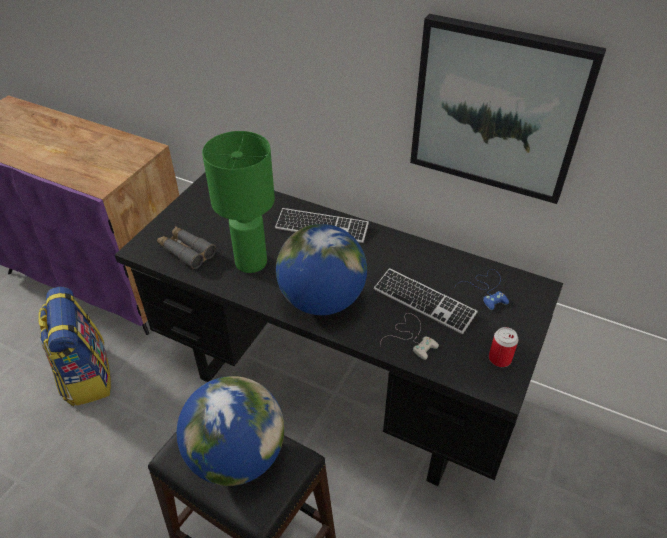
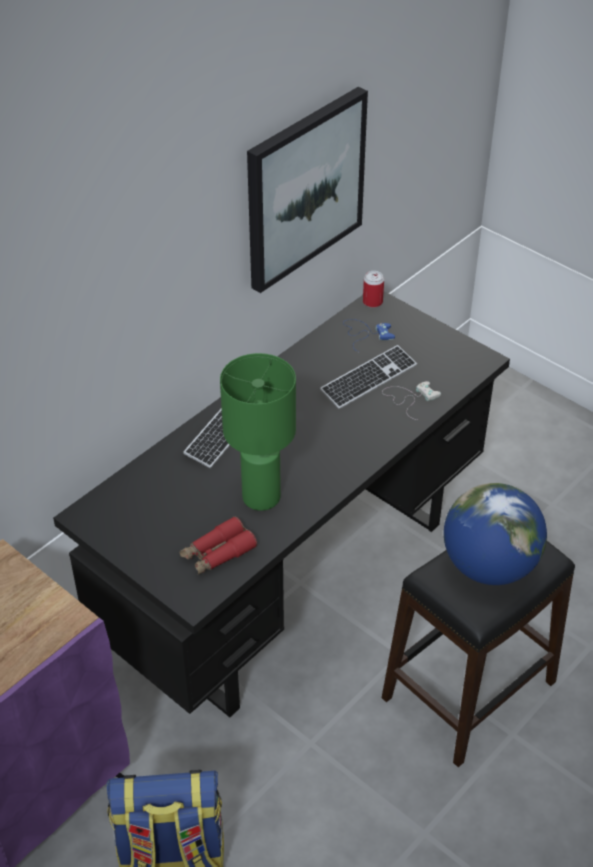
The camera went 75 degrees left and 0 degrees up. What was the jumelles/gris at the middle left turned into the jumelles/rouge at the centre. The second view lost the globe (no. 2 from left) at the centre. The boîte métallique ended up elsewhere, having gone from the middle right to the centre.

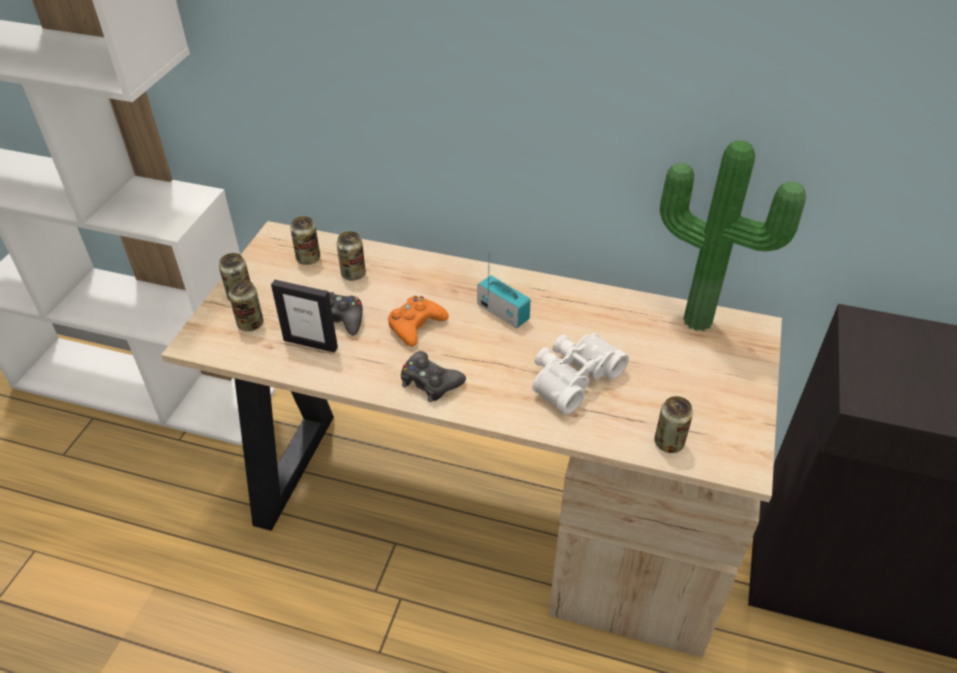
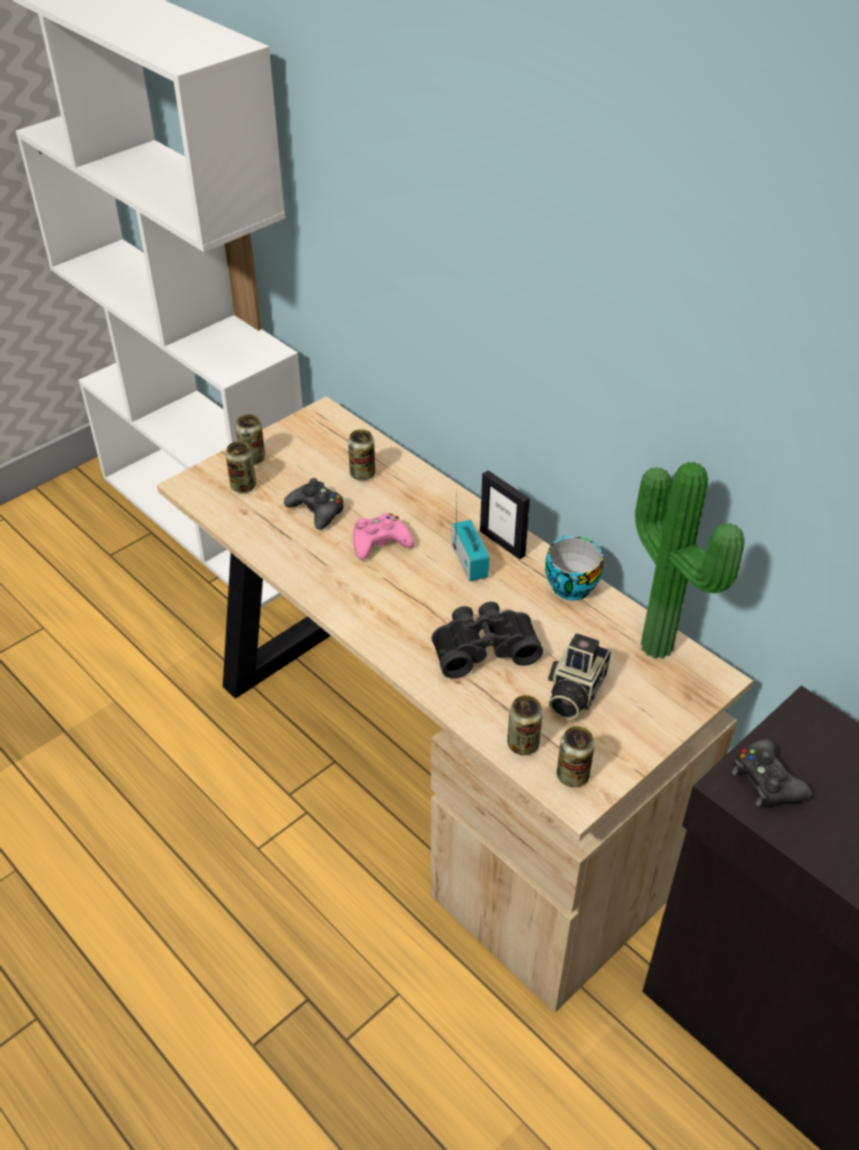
The camera went 30 degrees right and 0 degrees up. The cadre photo ended up elsewhere, having gone from the middle left to the centre. The boîte métallique (no. 3 from left in the first image) ended up elsewhere, having gone from the middle left to the middle right. What was the manette/orange at the centre turned into the manette/rose at the centre. The manette/noir (no. 2 from left) ended up elsewhere, having gone from the centre to the bottom right. What was the jumelles/blanc at the centre turned into the jumelles/noir at the centre. The second view gained the tasse at the middle right. The second view gained the appareil photo at the middle right.

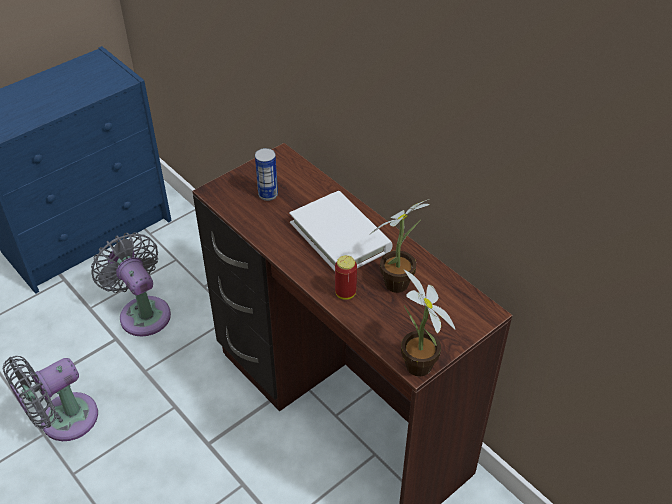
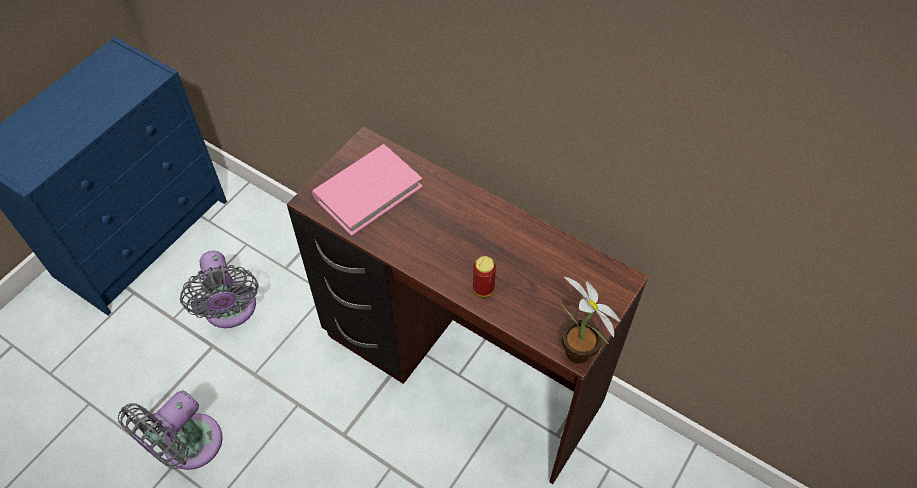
The camera went 15 degrees left and 10 degrees up. The ventilateur/gris (no. 2 from left) at the middle left ended up facing another way, 150 degrees counterclockwise from before. Where the boîte métallique (no. 1 from left) stood at the centre, the livre/rose came to stand at the centre. The second view lost the livre/blanc at the centre. The second view lost the plante en pot (no. 1 from left) at the centre.

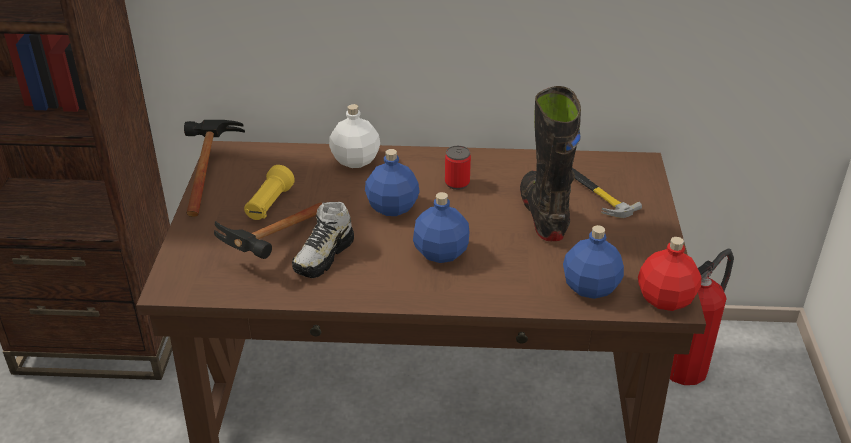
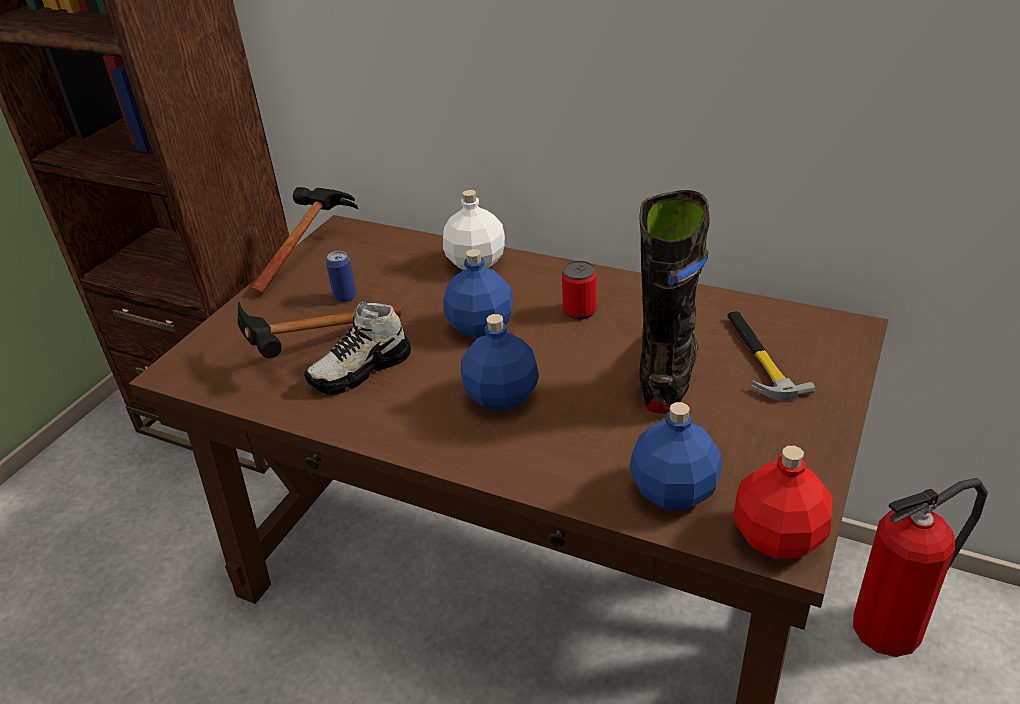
The camera went 25 degrees right and 0 degrees up. Where the lampe de poche/jaune stood at the middle left, the boîte métallique (no. 1 from left) came to stand at the centre.

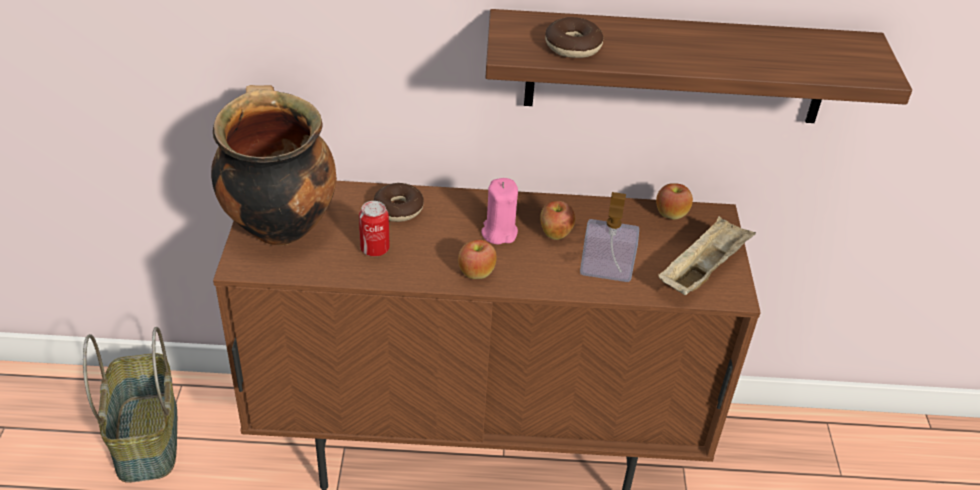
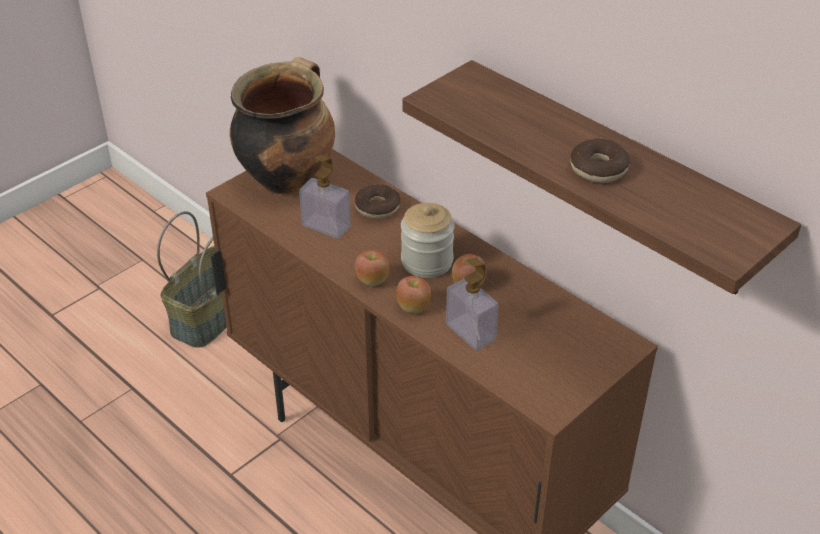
The camera went 45 degrees right and 0 degrees up. Where the boîte métallique stood at the centre, the distributeur de savon (no. 1 from left) came to stand at the centre. Where the bougie/rose stood at the centre, the bocal came to stand at the centre. The beignet (no. 2 from left) ended up elsewhere, having gone from the top centre to the top right. The pomme (no. 3 from left in the first image) ended up elsewhere, having gone from the middle right to the centre. The second view lost the plateau/beige at the middle right.

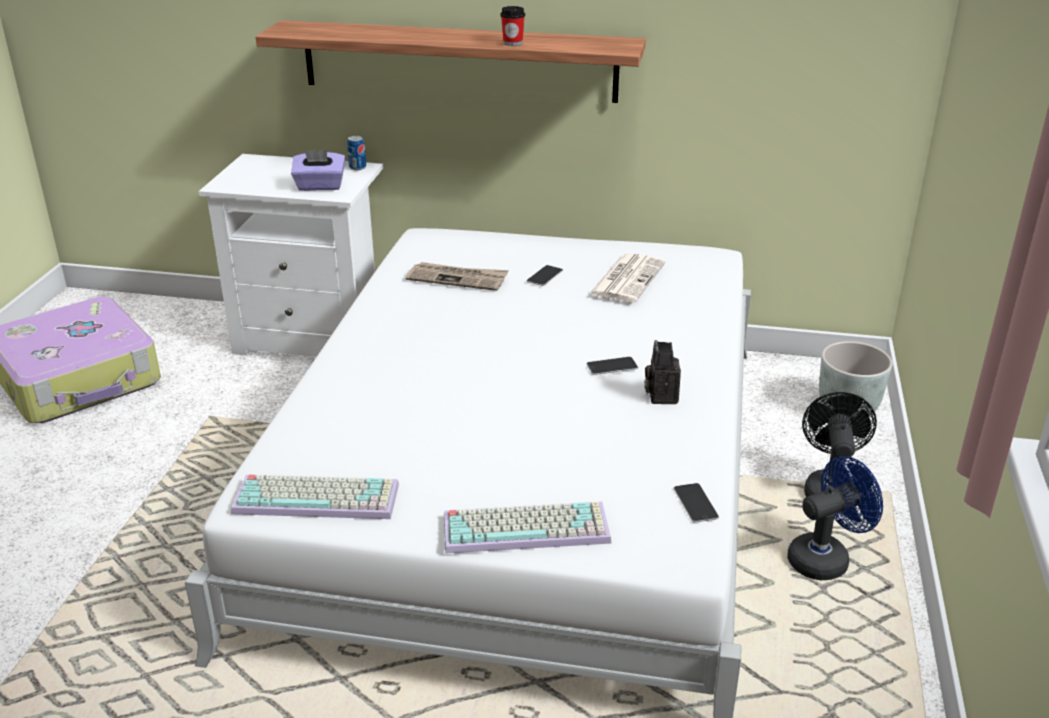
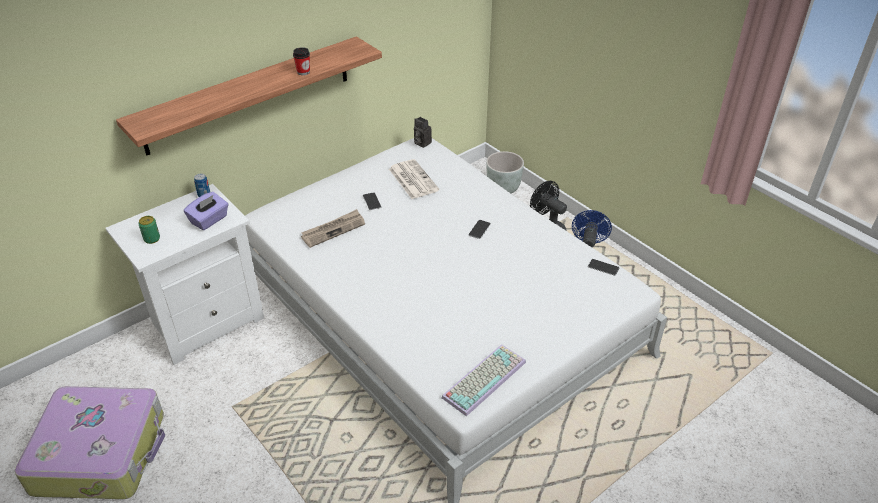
The camera went 50 degrees left and 10 degrees up. The second view lost the clavier (no. 2 from left) at the bottom centre. The appareil photo ended up elsewhere, having gone from the centre to the top centre. The second view gained the boîte métallique (no. 1 from left) at the middle left.

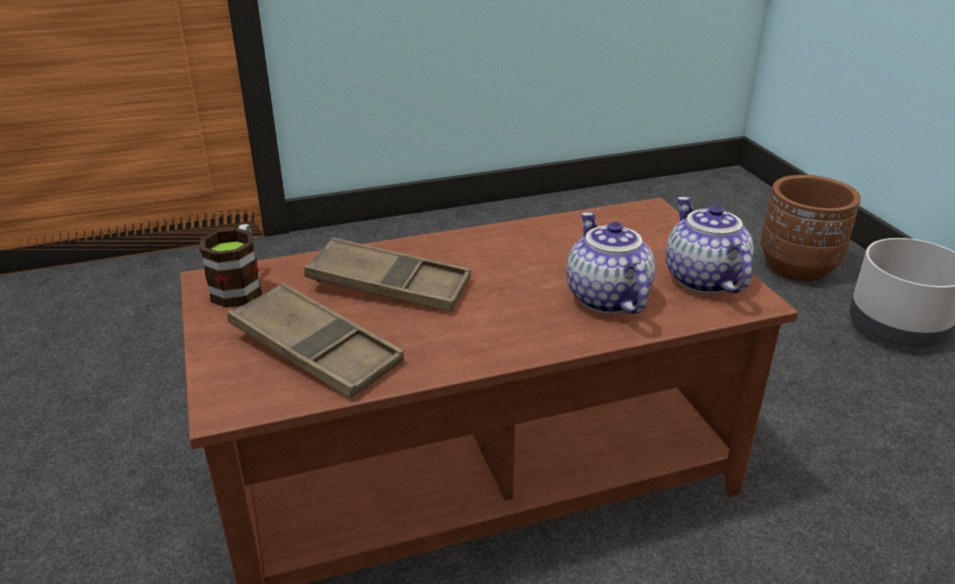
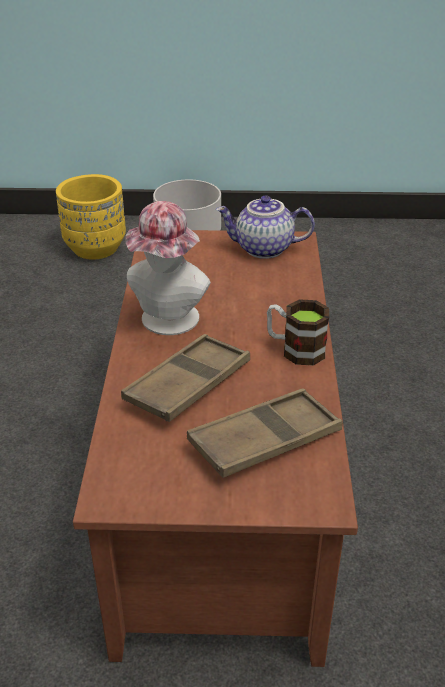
The camera went 70 degrees left and 5 degrees up. The mug ended up elsewhere, having gone from the middle left to the middle right. The second view lost the théière (no. 1 from left) at the centre. What was the cache-pot/marron at the middle right turned into the cache-pot/jaune at the top left. The second view gained the chapeau at the centre.

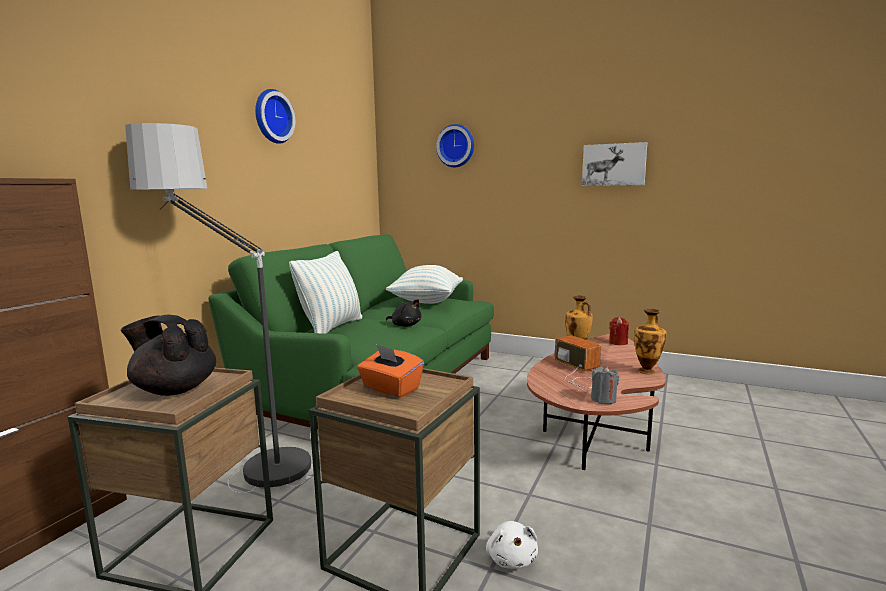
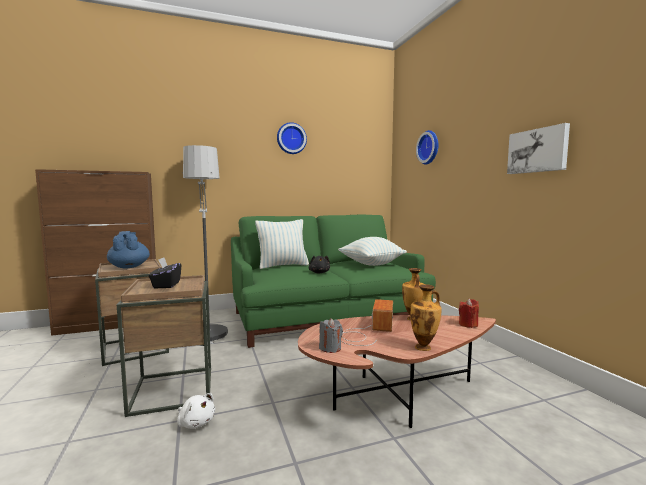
The camera went 45 degrees right and 5 degrees down. What was the théière/noir at the middle left turned into the théière/bleu at the middle left. What was the boîte à mouchoirs/orange at the centre turned into the boîte à mouchoirs/noir at the middle left. The peluche/blanc at the bottom centre ended up facing another way, 90 degrees counterclockwise from before.

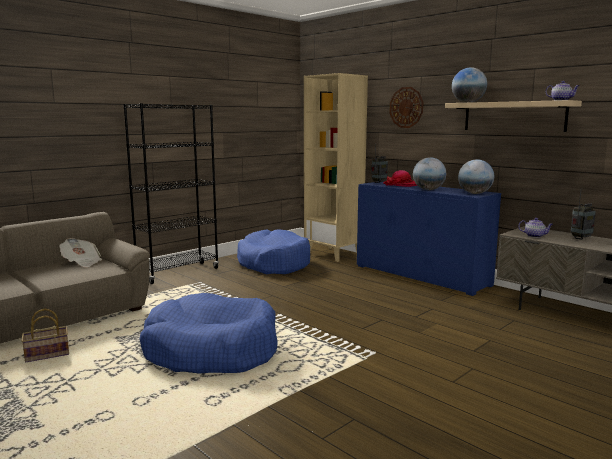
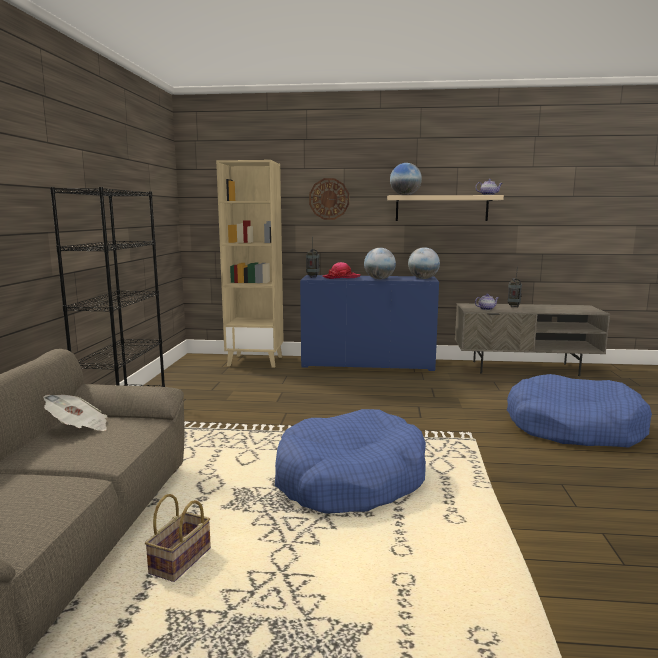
The camera went 40 degrees left and 0 degrees up. The panier pour chien/bleu (no. 2 from left) ended up elsewhere, having gone from the centre to the middle right.

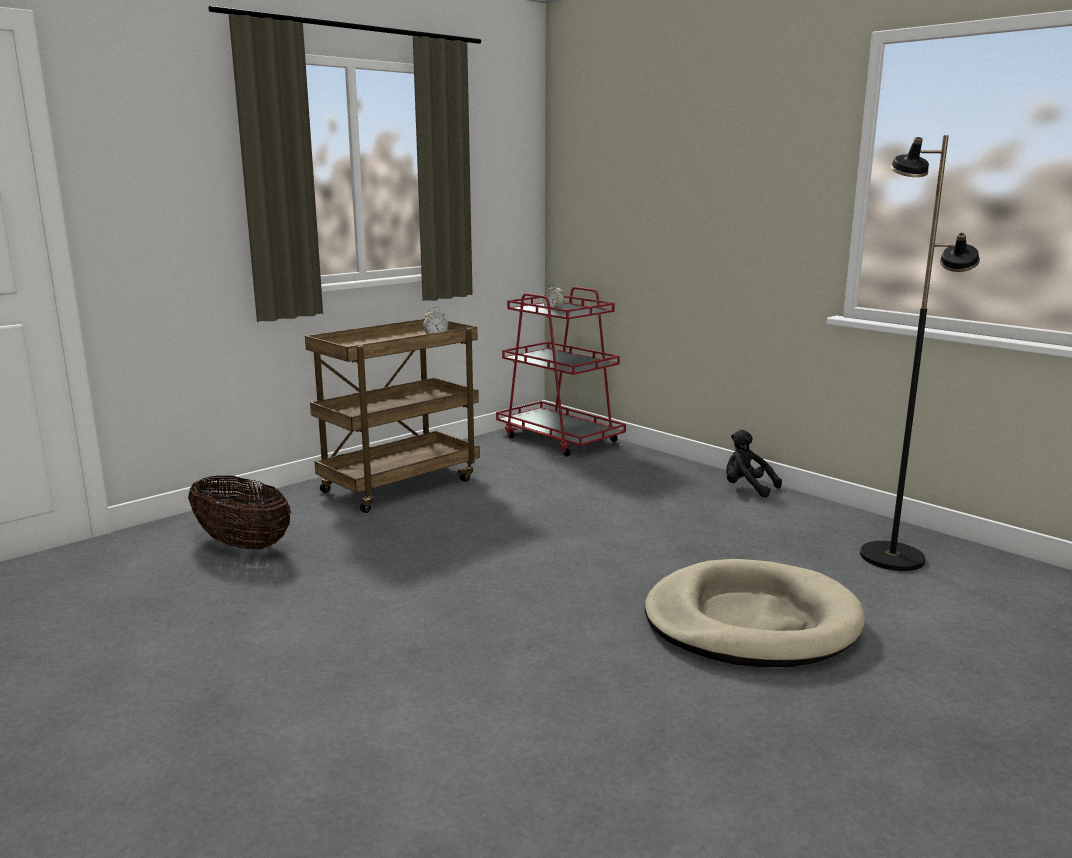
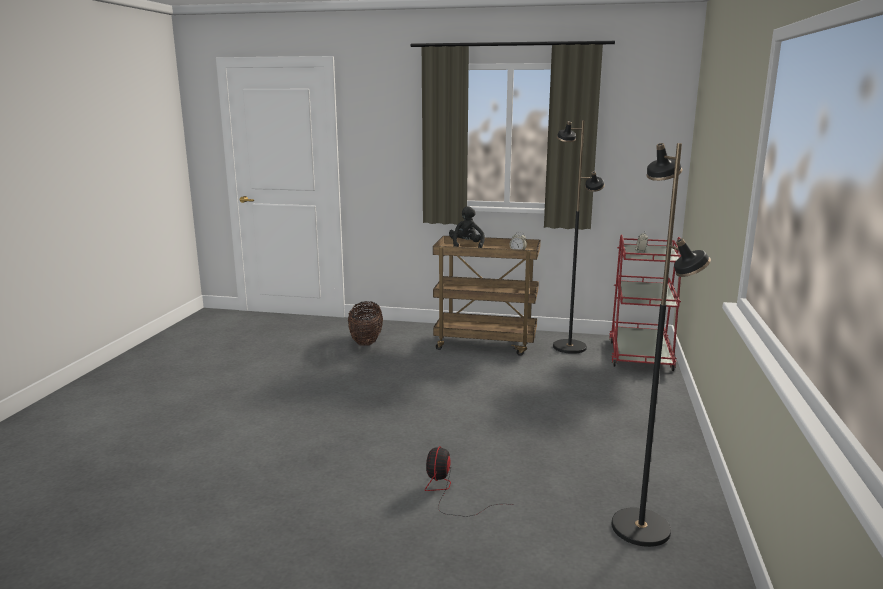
The camera went 55 degrees right and 0 degrees up. Where the panier pour chien/beige stood at the bottom right, the ventilateur came to stand at the bottom centre. The peluche/noir ended up elsewhere, having gone from the middle right to the centre. The second view gained the lampadaire/noir (no. 1 from left) at the centre.

